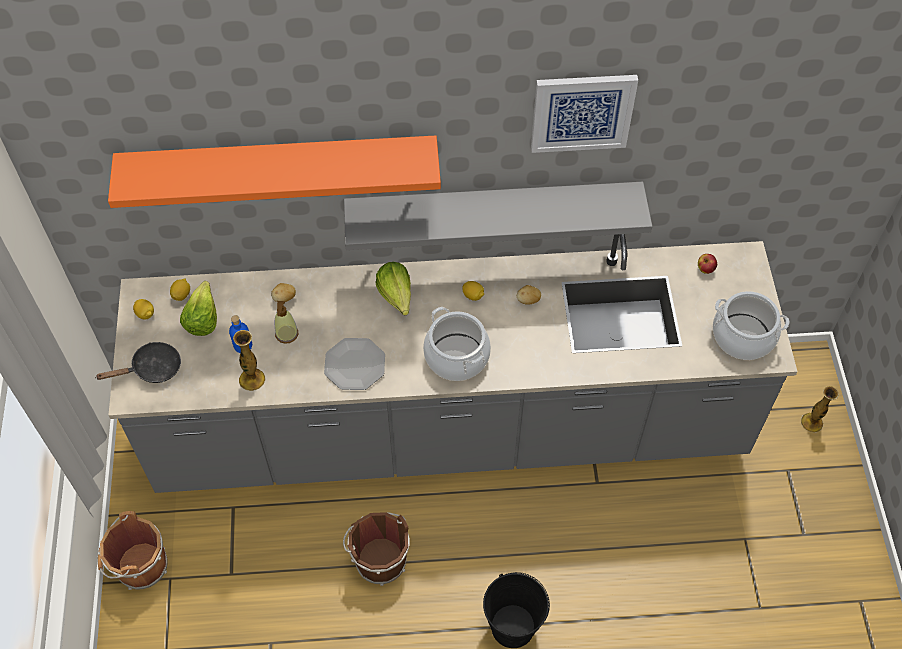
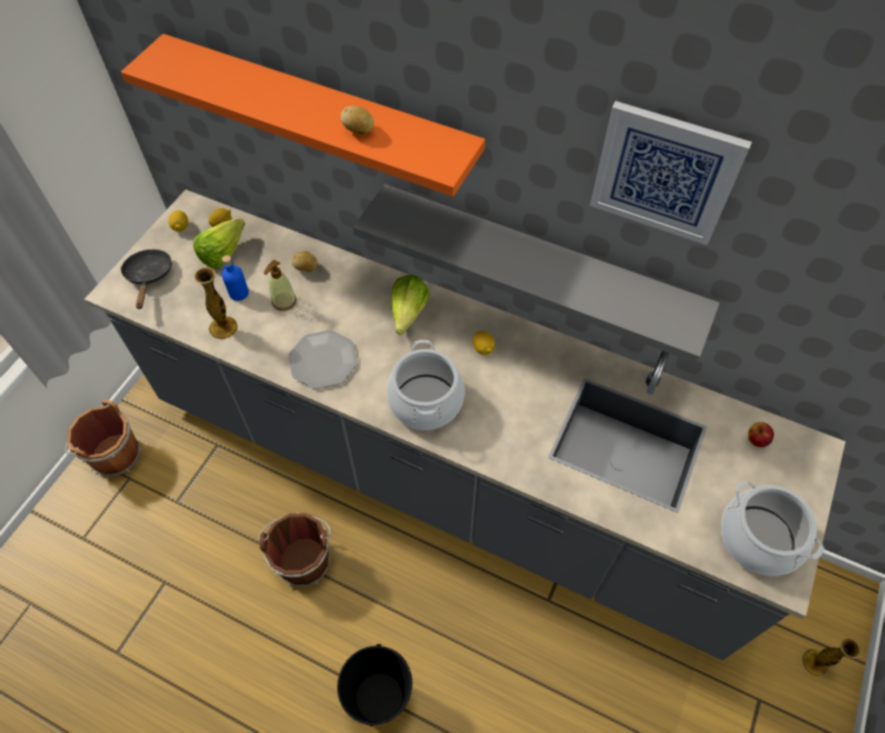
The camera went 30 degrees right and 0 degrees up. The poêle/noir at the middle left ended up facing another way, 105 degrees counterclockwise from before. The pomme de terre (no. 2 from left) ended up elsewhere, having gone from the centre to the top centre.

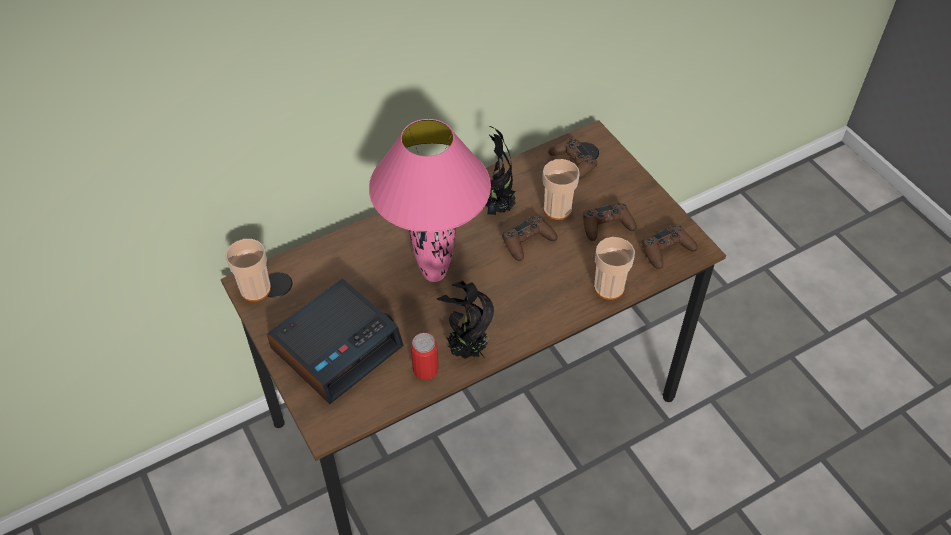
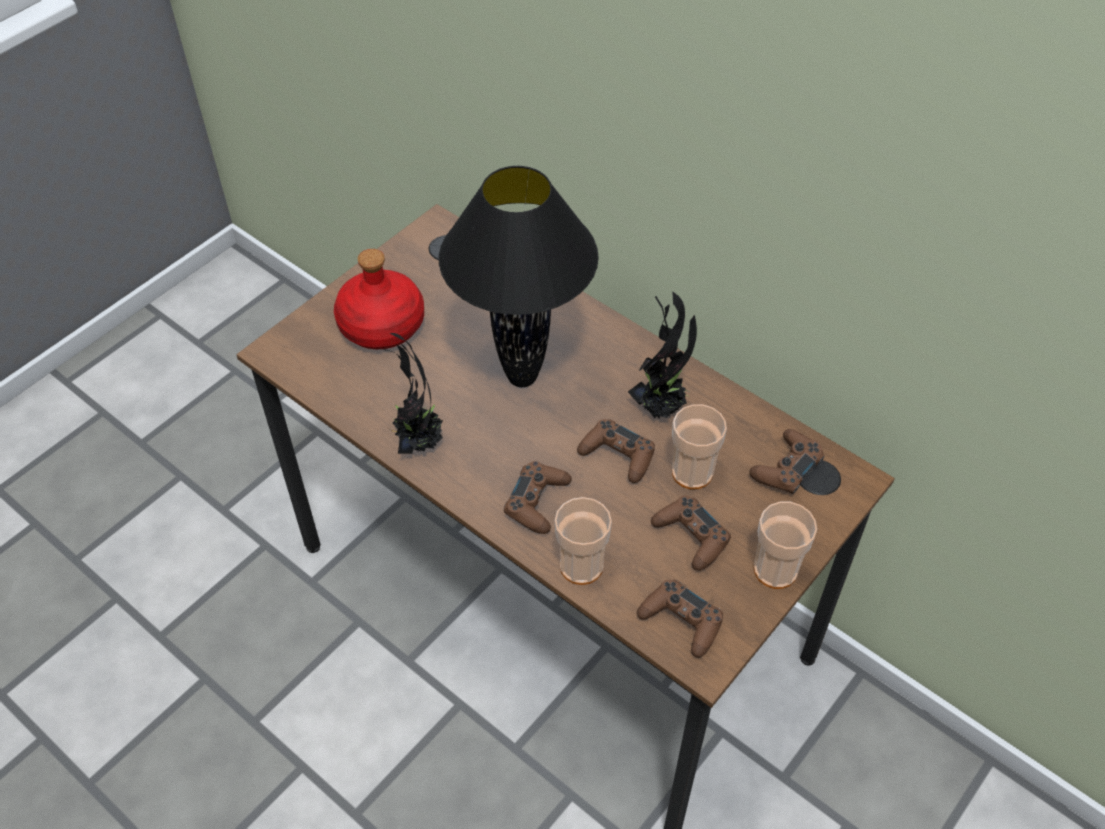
The camera went 70 degrees right and 0 degrees up. The tasse (no. 1 from left in the first image) ended up elsewhere, having gone from the middle left to the middle right. Where the réveil stood at the centre, the bouteille/rouge came to stand at the centre. What was the lampe de table/rose at the centre turned into the lampe de table/noir at the top centre. The second view lost the boîte métallique at the centre. The second view gained the manette/marron (no. 1 from left) at the centre.

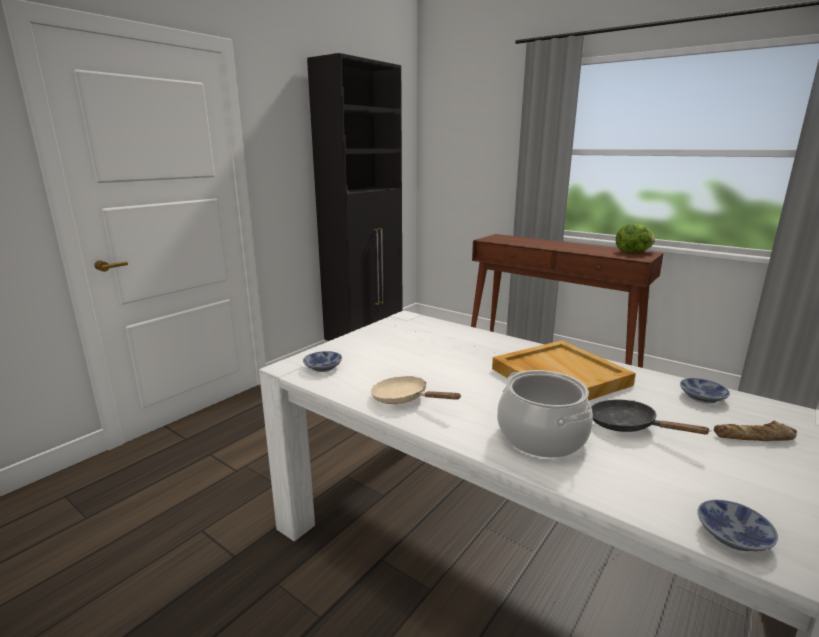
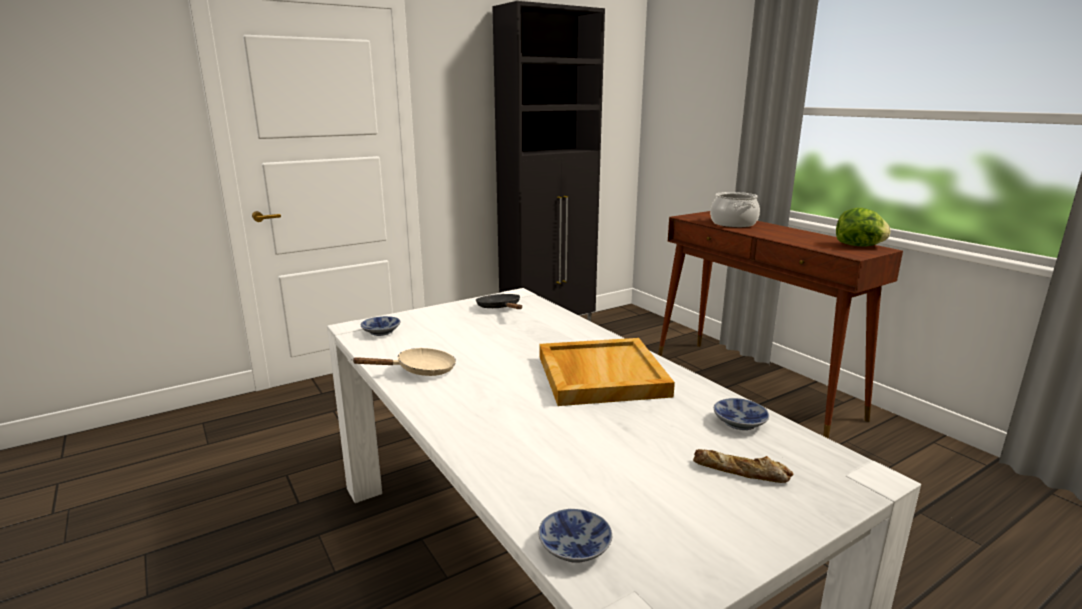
The camera went 20 degrees right and 0 degrees up. The poêle/beige at the centre ended up facing another way, 105 degrees clockwise from before. The marmite ended up elsewhere, having gone from the centre to the middle right. The poêle/noir ended up elsewhere, having gone from the middle right to the centre.

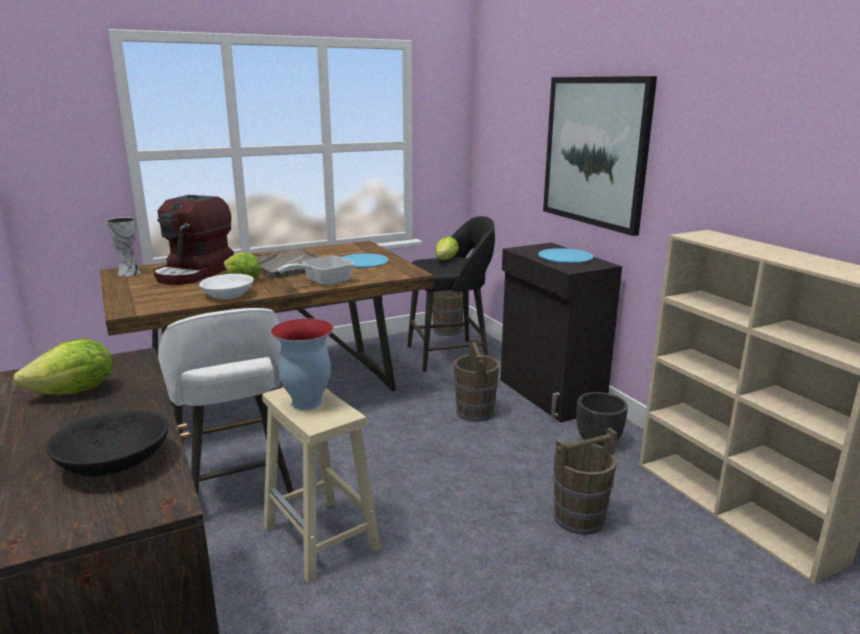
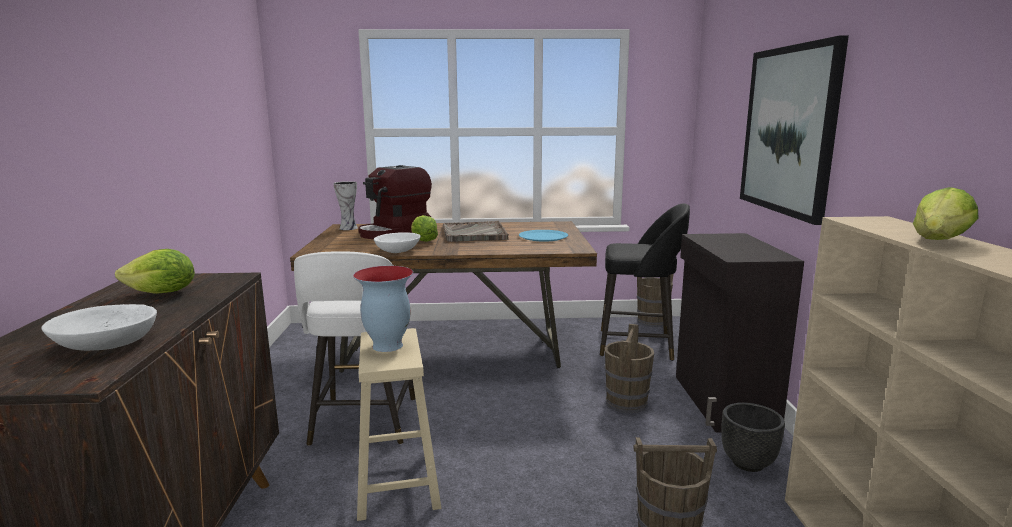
The camera went 25 degrees right and 5 degrees down. What was the bol/noir at the bottom left turned into the bol/blanc (no. 1 from left) at the middle left. The second view lost the poêle at the centre. The laitue (no. 3 from left) ended up elsewhere, having gone from the centre to the middle right. The second view lost the assiette/bleu (no. 2 from left) at the centre.

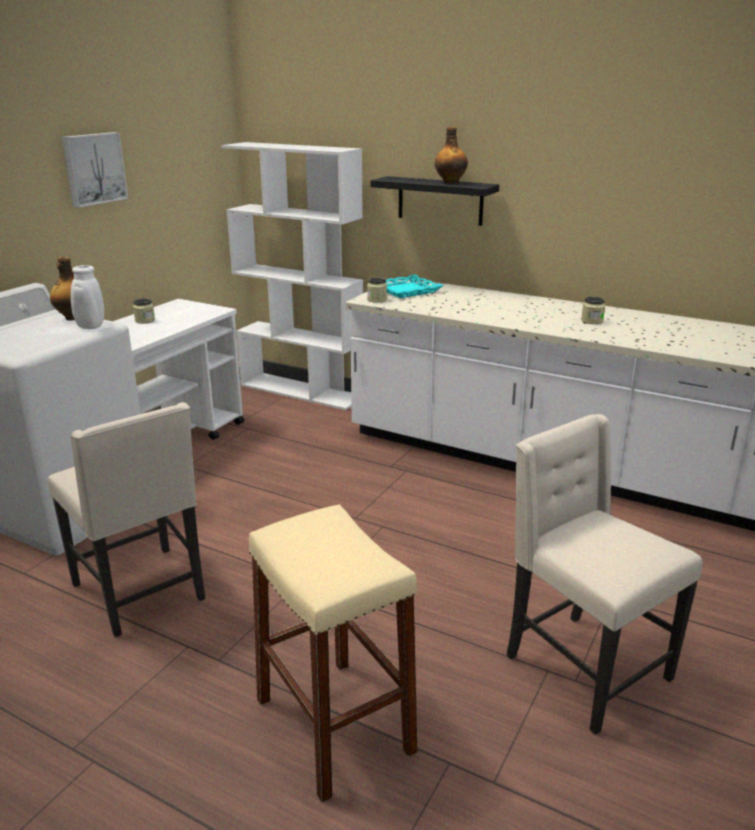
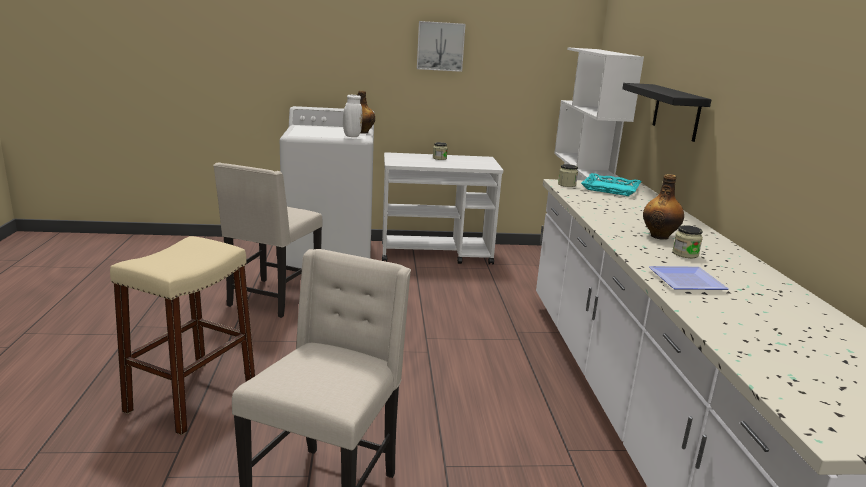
The camera went 55 degrees right and 5 degrees down. The bouteille (no. 2 from left) ended up elsewhere, having gone from the top centre to the middle right. The second view gained the assiette at the middle right.

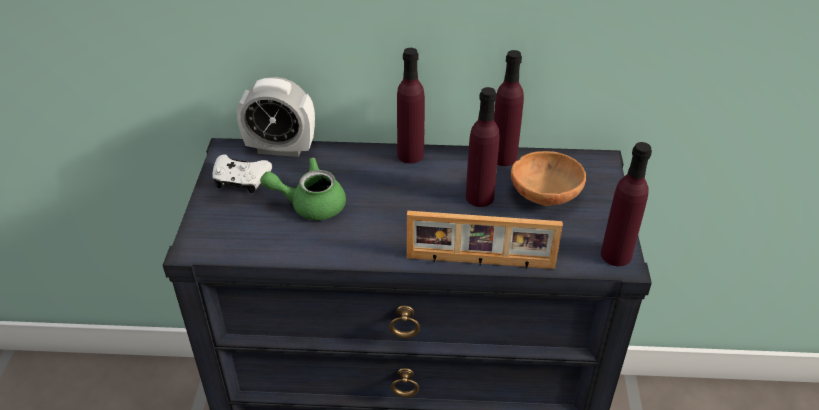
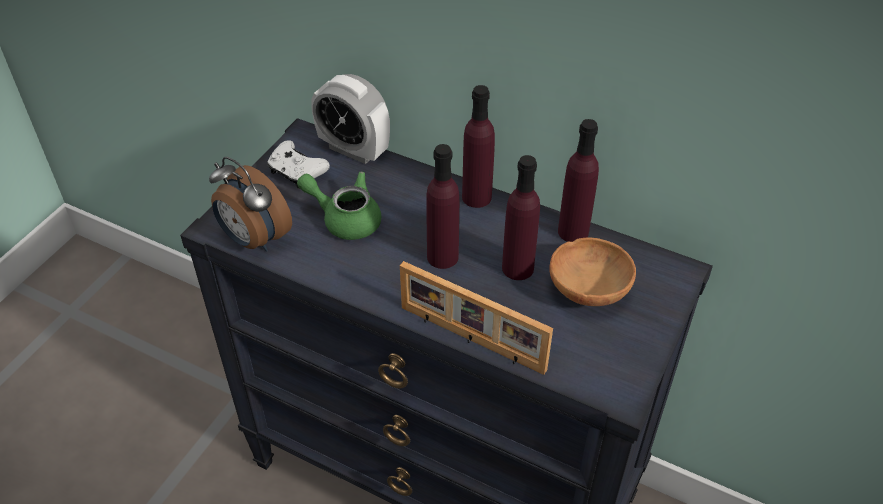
The camera went 25 degrees right and 5 degrees up. The bouteille/violet (no. 4 from left in the first image) ended up elsewhere, having gone from the middle right to the centre. The second view gained the réveil (no. 1 from left) at the middle left.

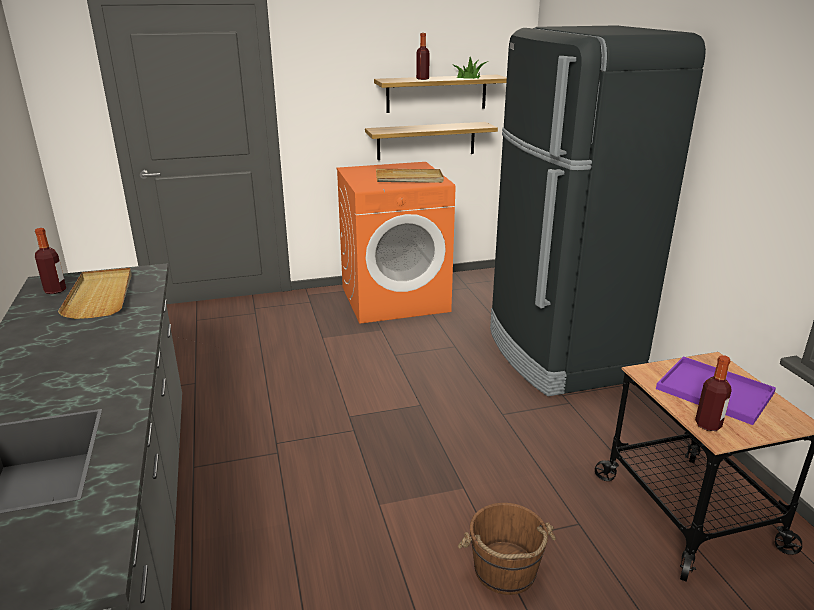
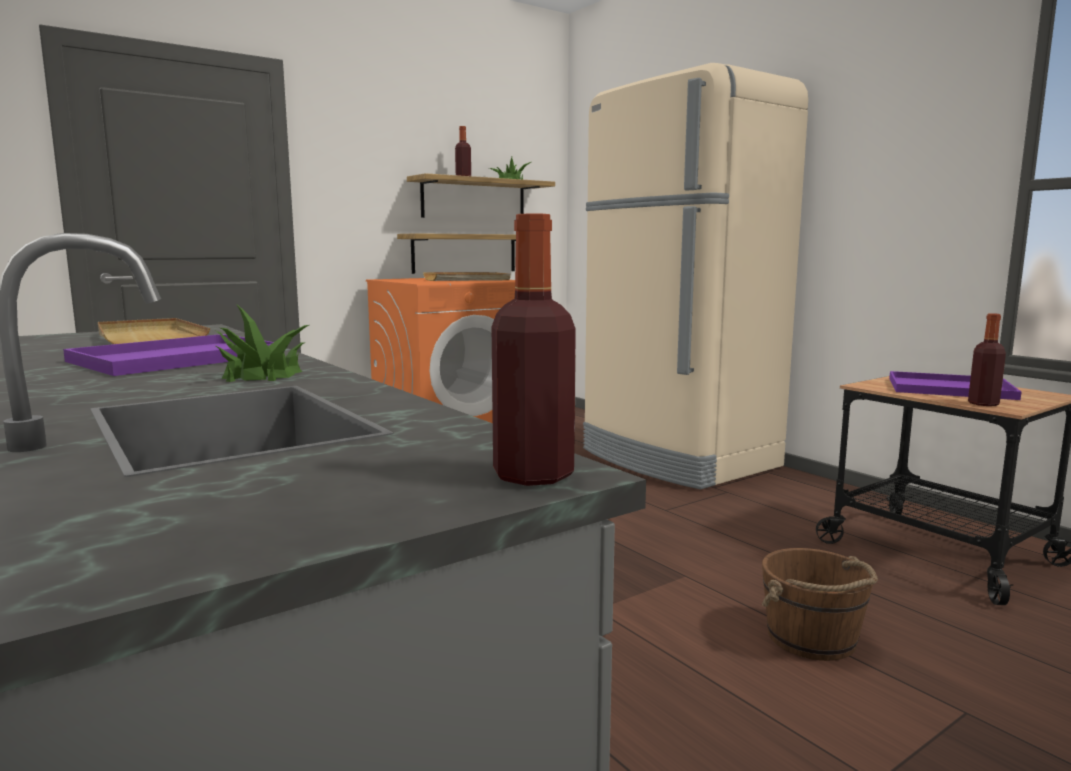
The camera went 20 degrees left and 15 degrees down. The bouteille (no. 1 from left in the first image) ended up elsewhere, having gone from the middle left to the centre. What was the réfrigérateur/noir at the middle right turned into the réfrigérateur/beige at the centre. The second view gained the plateau/violet (no. 1 from left) at the middle left. The second view gained the plante en pot (no. 1 from left) at the middle left.

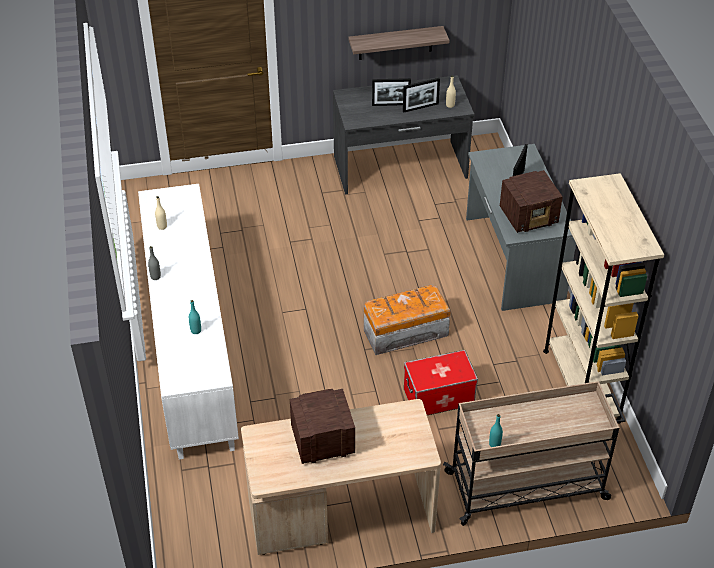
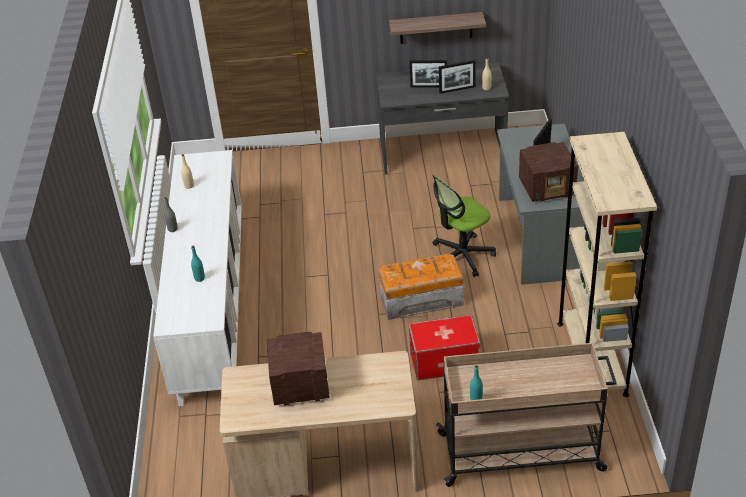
The camera went 10 degrees right and 5 degrees down. The second view gained the chaise de bureau at the centre.

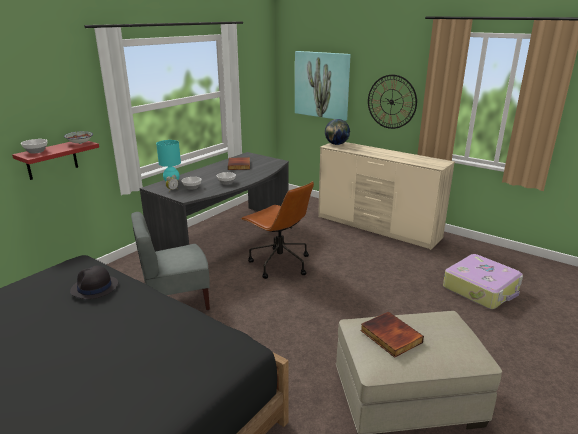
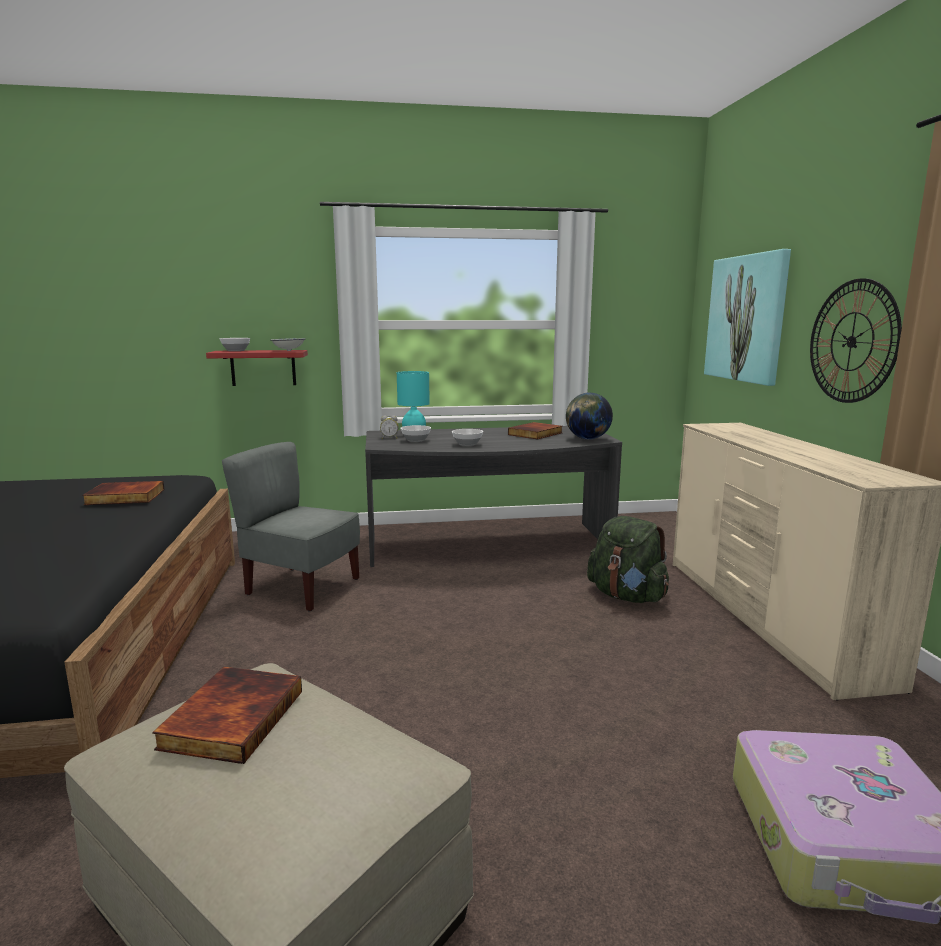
The camera went 45 degrees right and 10 degrees down. Where the chapeau/noir stood at the middle left, the livre (no. 1 from left) came to stand at the middle left. The second view lost the chaise de bureau/marron at the centre. The globe ended up elsewhere, having gone from the top centre to the centre. The second view gained the sac à dos/vert at the middle right.

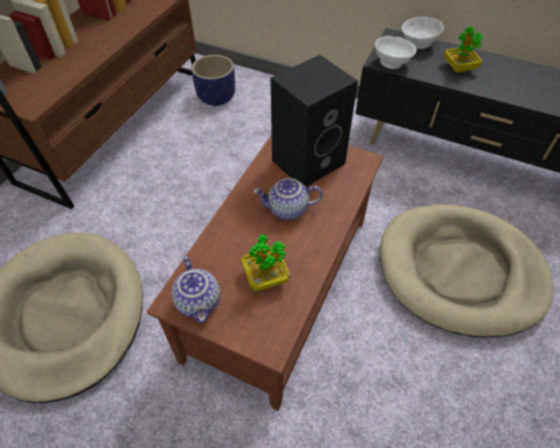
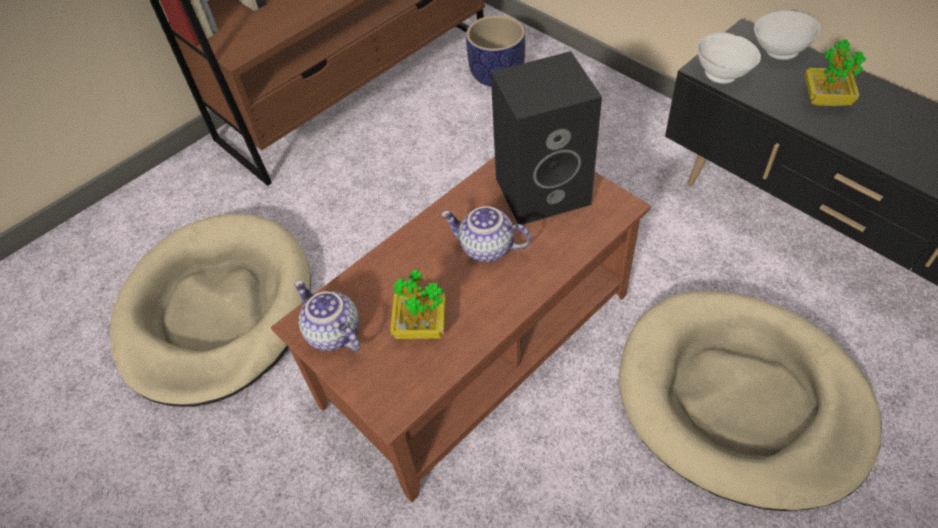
The camera went 25 degrees right and 0 degrees up. The théière (no. 1 from left) at the centre ended up facing another way, 135 degrees clockwise from before.

